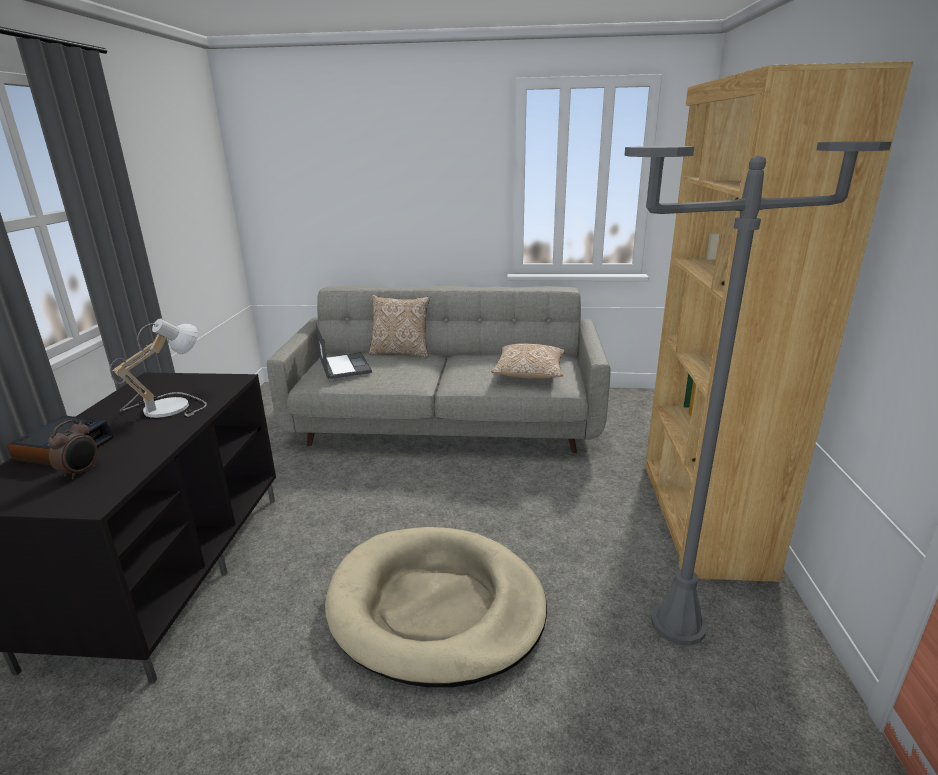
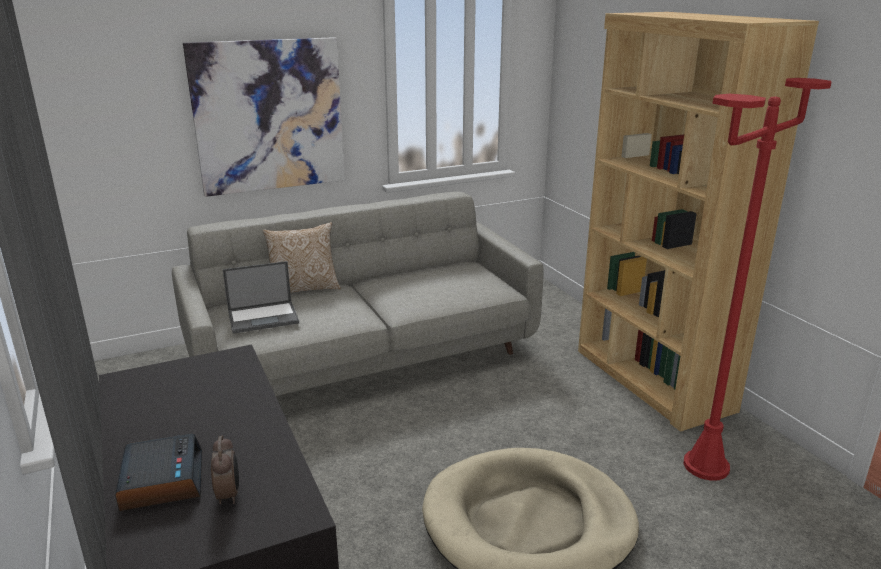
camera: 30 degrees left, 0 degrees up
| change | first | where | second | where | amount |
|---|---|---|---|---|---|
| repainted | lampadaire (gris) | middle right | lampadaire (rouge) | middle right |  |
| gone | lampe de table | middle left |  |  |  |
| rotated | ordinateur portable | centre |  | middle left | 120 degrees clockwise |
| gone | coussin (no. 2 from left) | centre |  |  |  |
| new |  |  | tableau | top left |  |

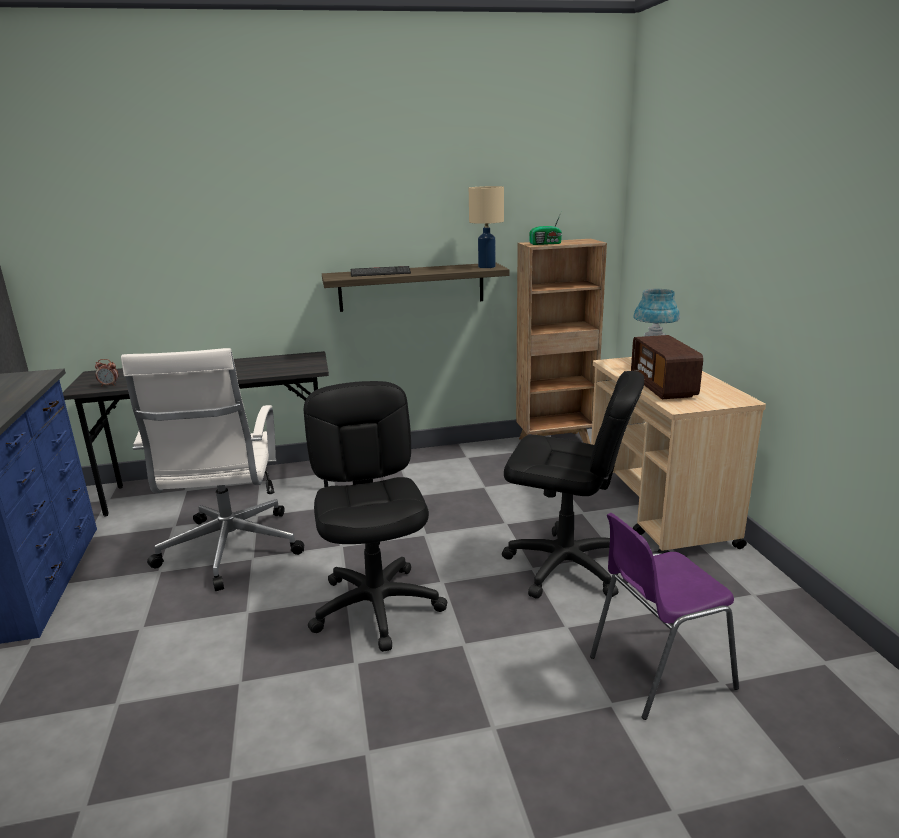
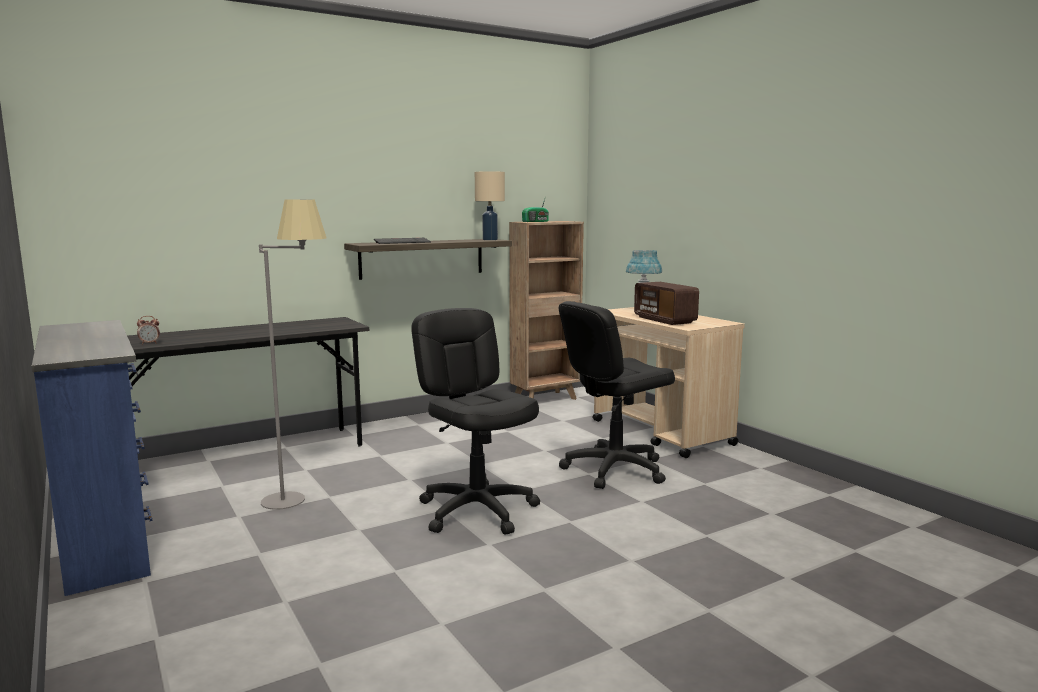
camera: 20 degrees left, 10 degrees down
| change | first | where | second | where | amount |
|---|---|---|---|---|---|
| swapped | chaise de bureau (blanc) | middle left | lampadaire (gris) | middle left |  |
| rotated | chaise de bureau (noir) (no. 2 from left) | centre |  | centre | 150 degrees clockwise |
| gone | chaise (violet) | bottom right |  |  |  |

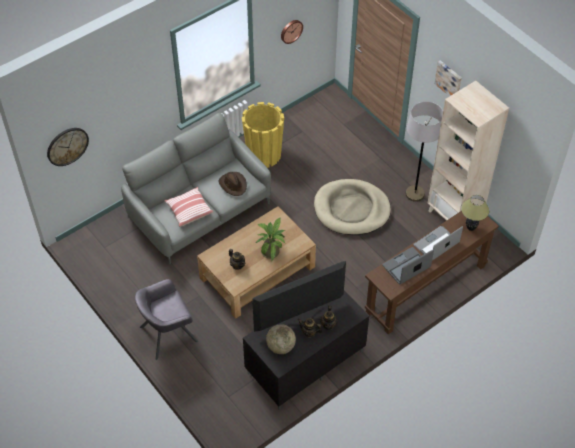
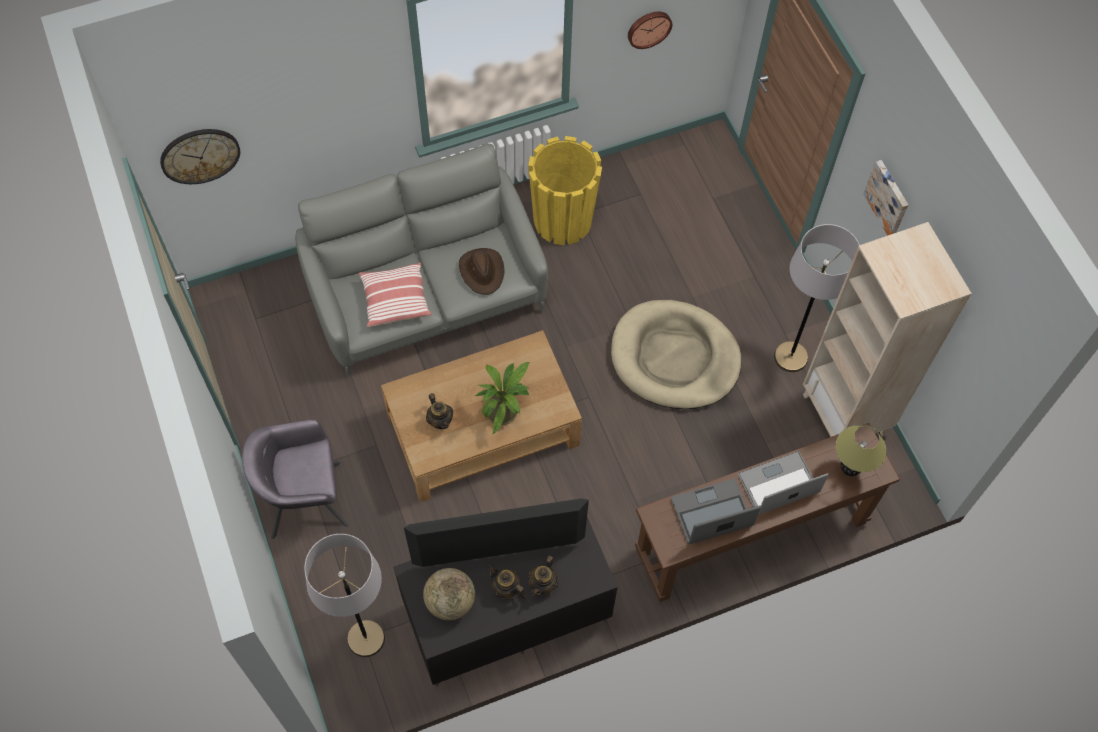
camera: 15 degrees right, 10 degrees up
| change | first | where | second | where | amount |
|---|---|---|---|---|---|
| new |  |  | lampadaire (gris) (no. 1 from left) | bottom left |  |

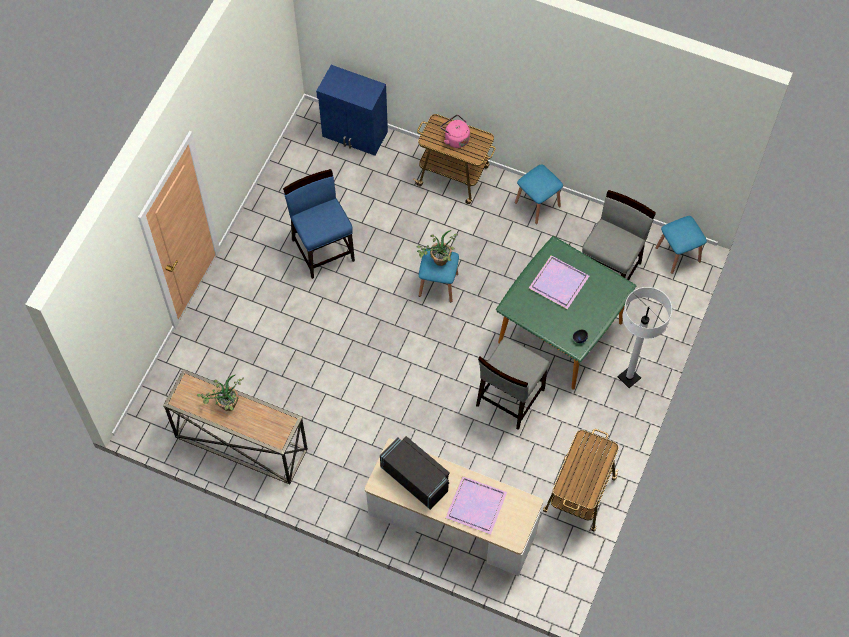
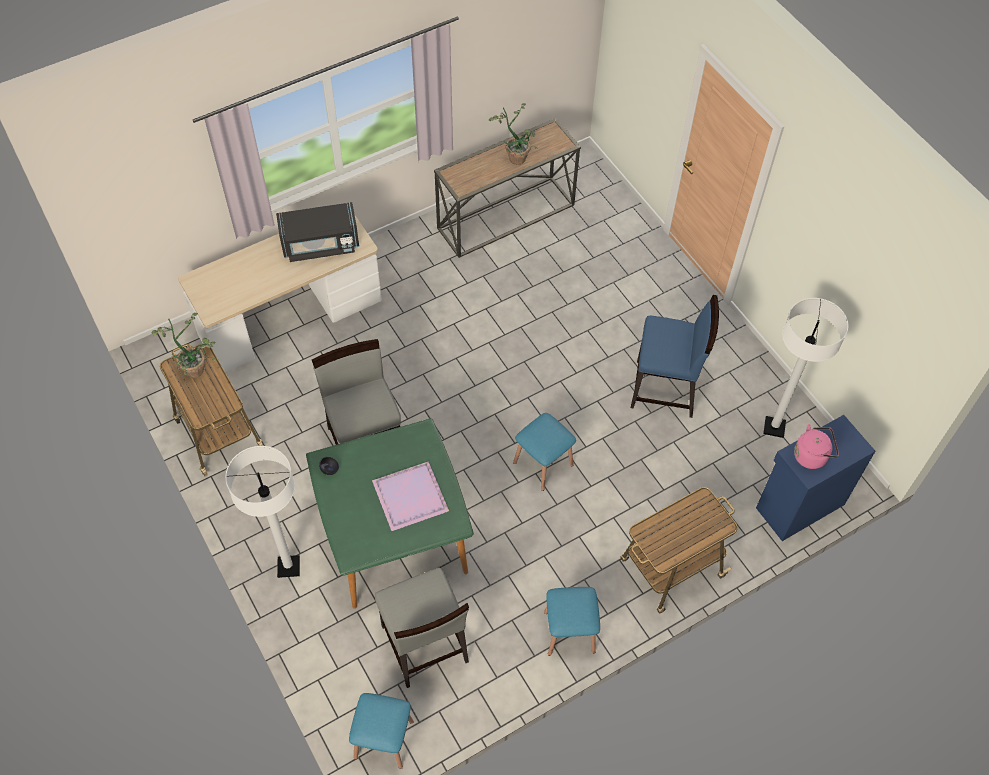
camera: 125 degrees right, 5 degrees down
| change | first | where | second | where | amount |
|---|---|---|---|---|---|
| shifted | bouilloire (rose) | top centre |  | middle right |  |
| shifted | plante en pot (no. 2 from left in the first image) | centre | plante en pot (no. 1 from left) | middle left |  |
| gone | plateau (violet) (no. 1 from left) | bottom centre |  |  |  |
| new |  |  | lampadaire (blanc) (no. 2 from left) | middle right |  |

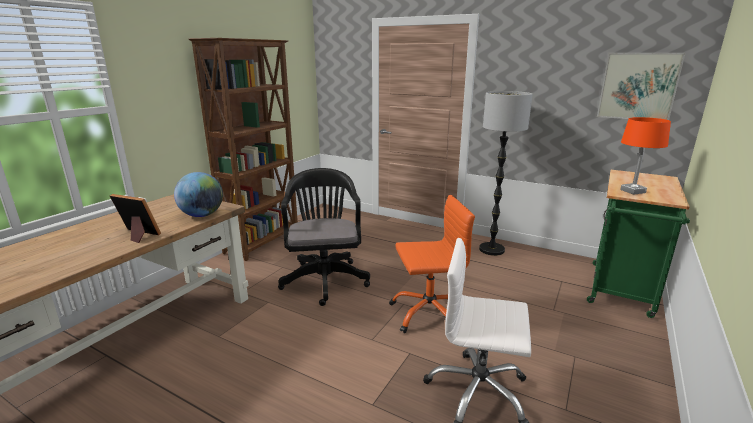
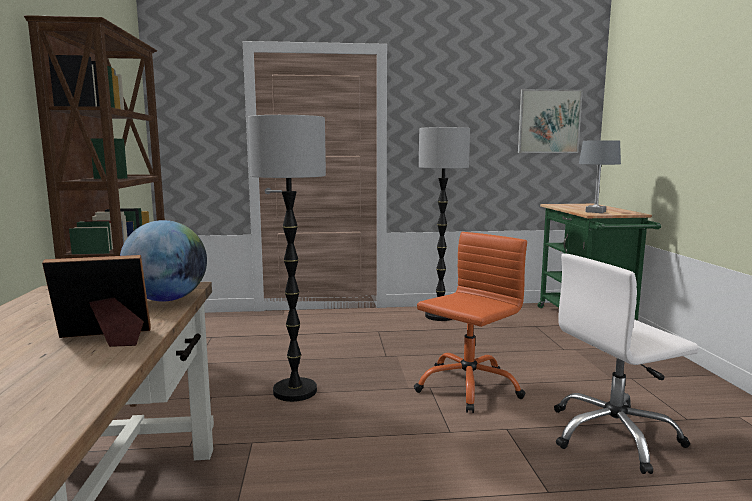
camera: 35 degrees left, 10 degrees down
| change | first | where | second | where | amount |
|---|---|---|---|---|---|
| repainted | lampe de table (orange) | middle right | lampe de table (gris) | middle right |  |
| swapped | chaise de bureau (noir) | centre | lampadaire (no. 1 from left) | centre |  |

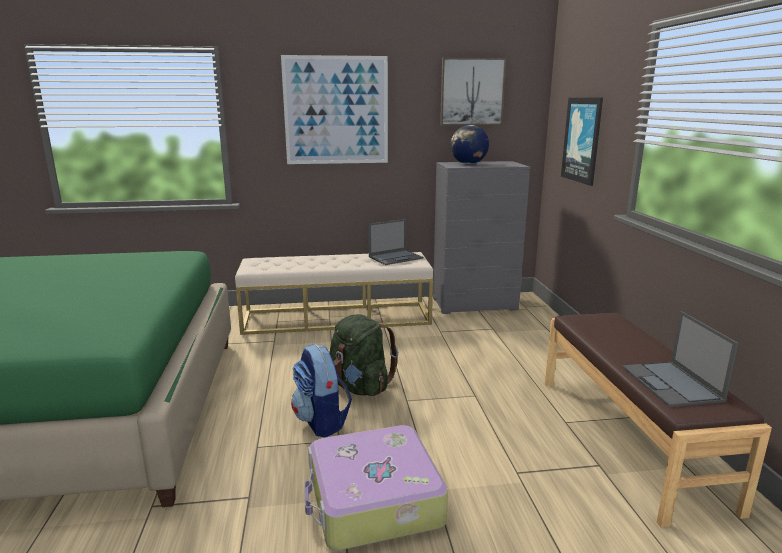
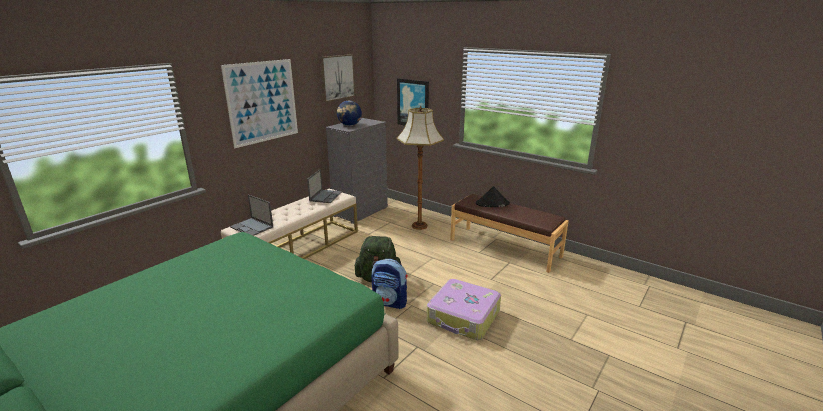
camera: 45 degrees left, 5 degrees up
| change | first | where | second | where | amount |
|---|---|---|---|---|---|
| shifted | ordinateur portable (no. 2 from left in the first image) | middle right | ordinateur portable (no. 1 from left) | middle left |  |
| new |  |  | lampadaire | centre |  |
| new |  |  | chapeau (noir) | centre |  |

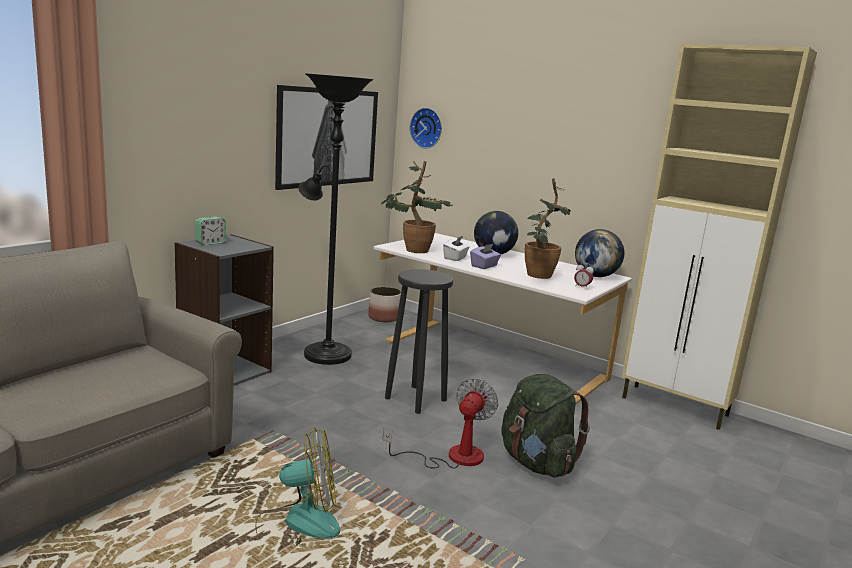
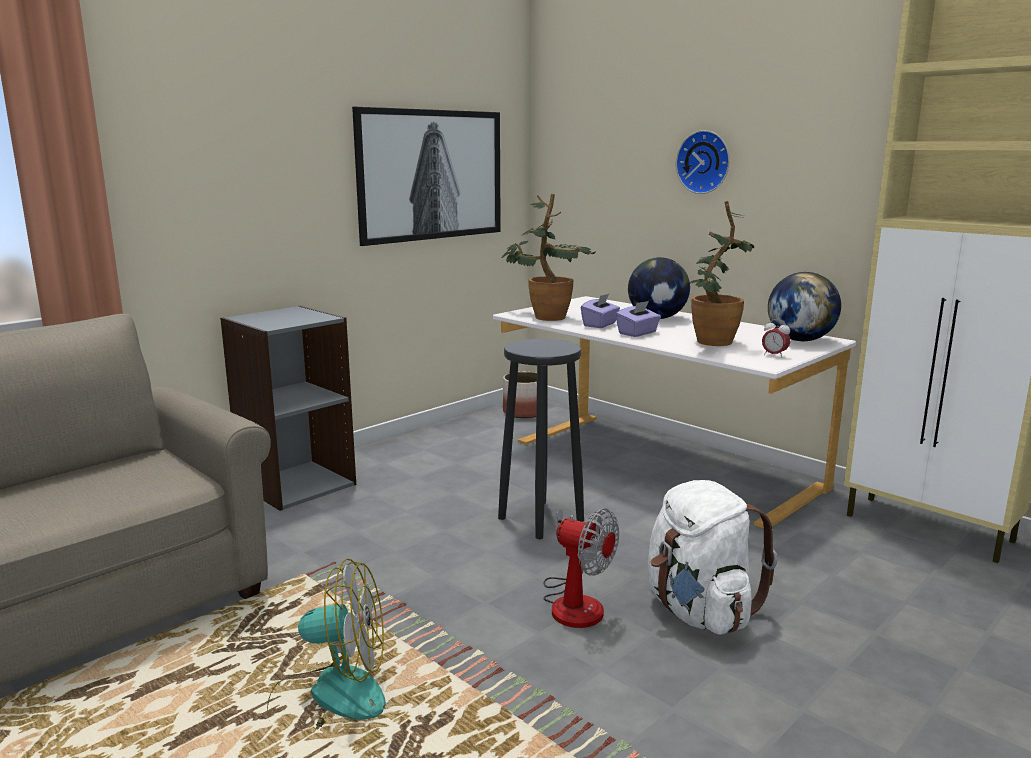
camera: 10 degrees right, 0 degrees up
| change | first | where | second | where | amount |
|---|---|---|---|---|---|
| gone | lampadaire (noir) | centre |  |  |  |
| shifted | horloge murale | top centre |  | top right |  |
| gone | réveil (no. 1 from left) | middle left |  |  |  |
| repainted | boîte à mouchoirs (blanc) | centre | boîte à mouchoirs (violet) (no. 1 from left) | centre |  |
| repainted | sac à dos (vert) | bottom centre | sac à dos (blanc) | bottom right |  |
| rotated | ventilateur (no. 2 from left) | bottom centre |  | bottom centre | 90 degrees clockwise |

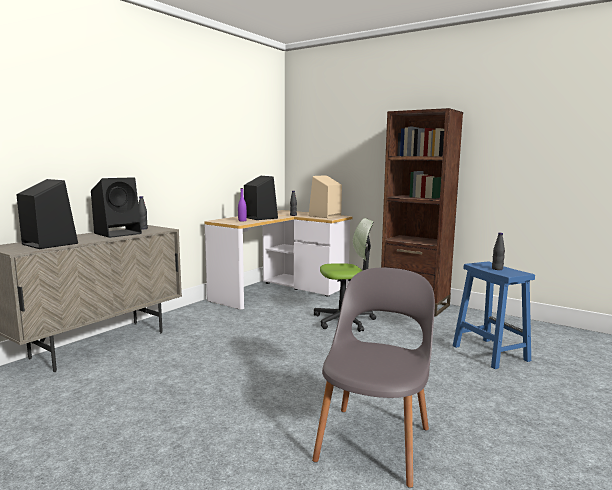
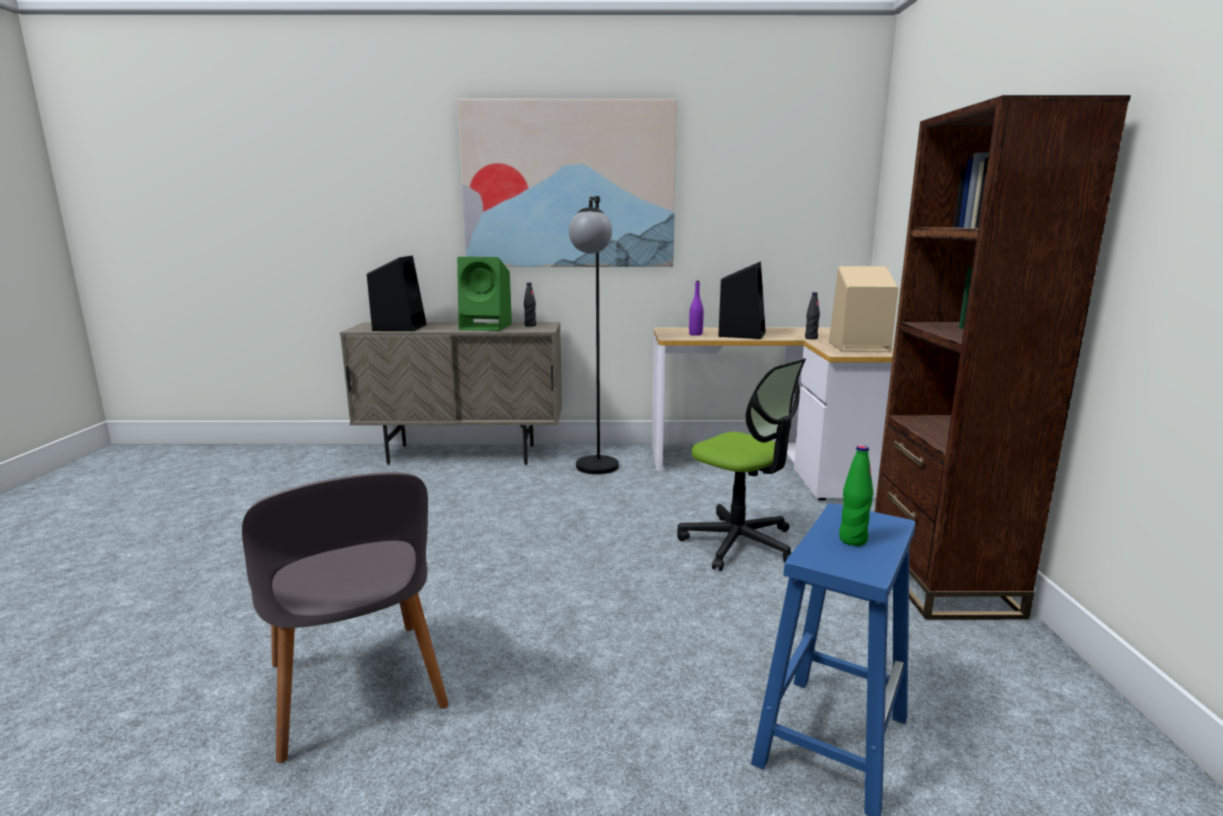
camera: 55 degrees right, 5 degrees up
| change | first | where | second | where | amount |
|---|---|---|---|---|---|
| repainted | enceinte (noir) (no. 2 from left) | middle left | enceinte (vert) | centre |  |
| repainted | bouteille (noir) (no. 3 from left) | middle right | bouteille (vert) | middle right |  |
| rotated | chaise (gris) | bottom centre |  | bottom left | 75 degrees clockwise |
| new |  |  | tableau | top centre |  |
| new |  |  | lampadaire (noir) | centre |  |

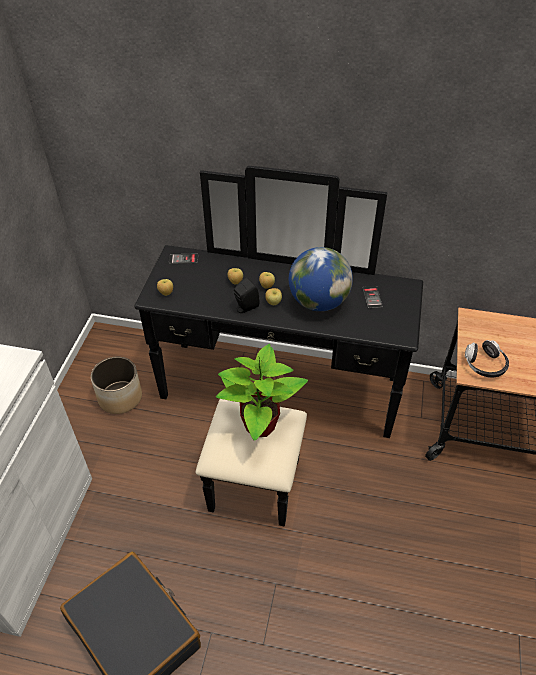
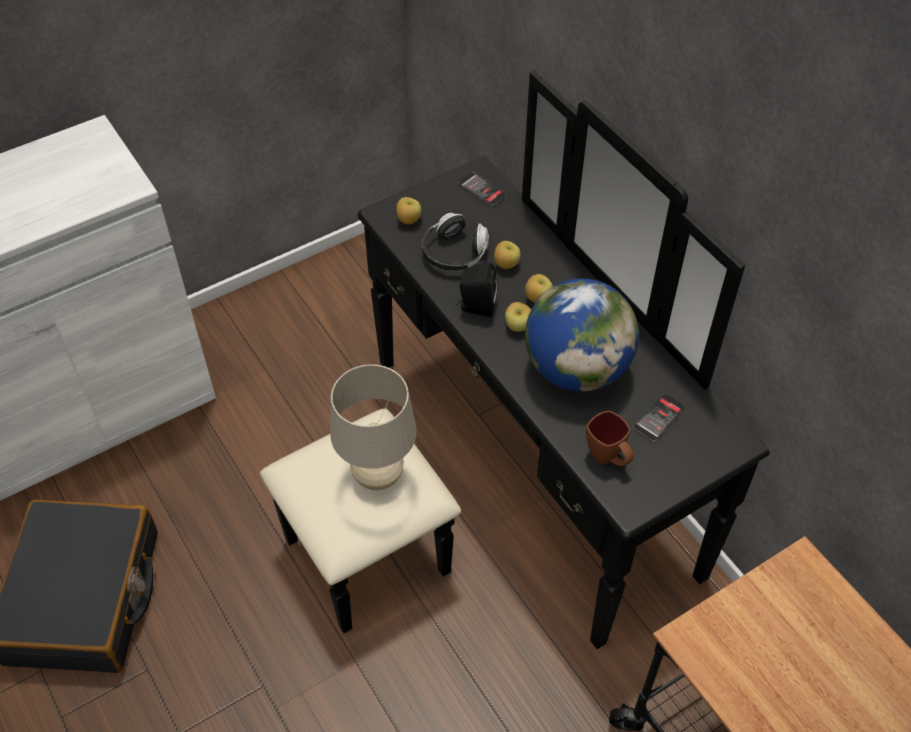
camera: 45 degrees right, 5 degrees up
| change | first | where | second | where | amount |
|---|---|---|---|---|---|
| shifted | casque audio | middle right |  | top centre |  |
| swapped | plante en pot | centre | lampe de table (beige) | centre |  |
| gone | cache-pot | middle left |  |  |  |
| new |  |  | mug (marron) | middle right |  |

